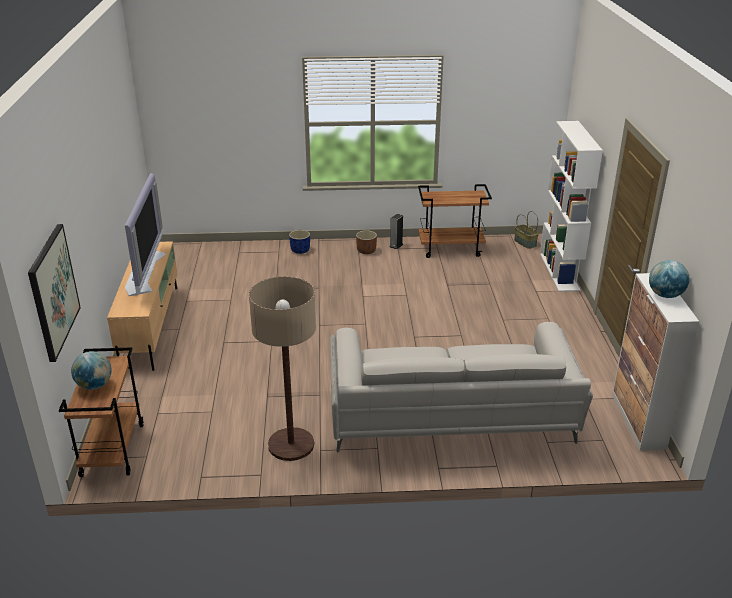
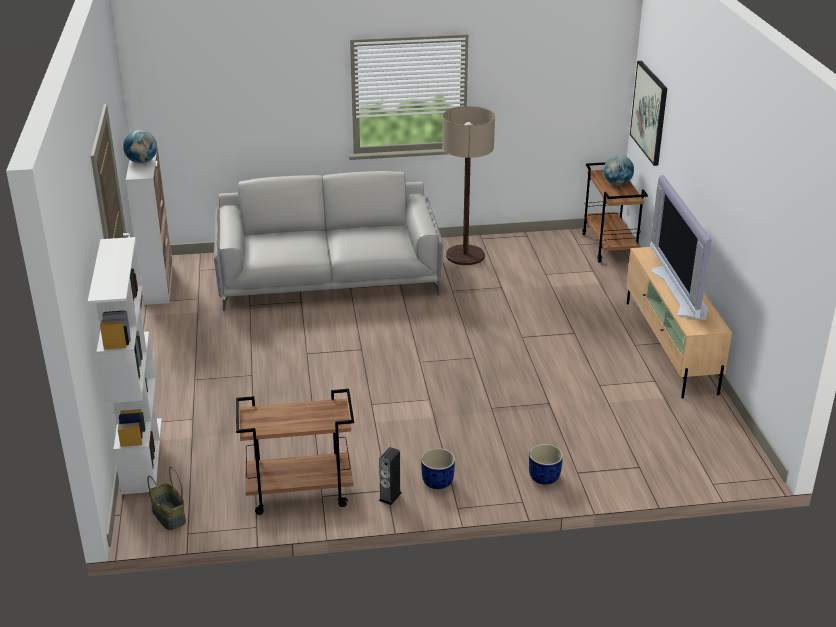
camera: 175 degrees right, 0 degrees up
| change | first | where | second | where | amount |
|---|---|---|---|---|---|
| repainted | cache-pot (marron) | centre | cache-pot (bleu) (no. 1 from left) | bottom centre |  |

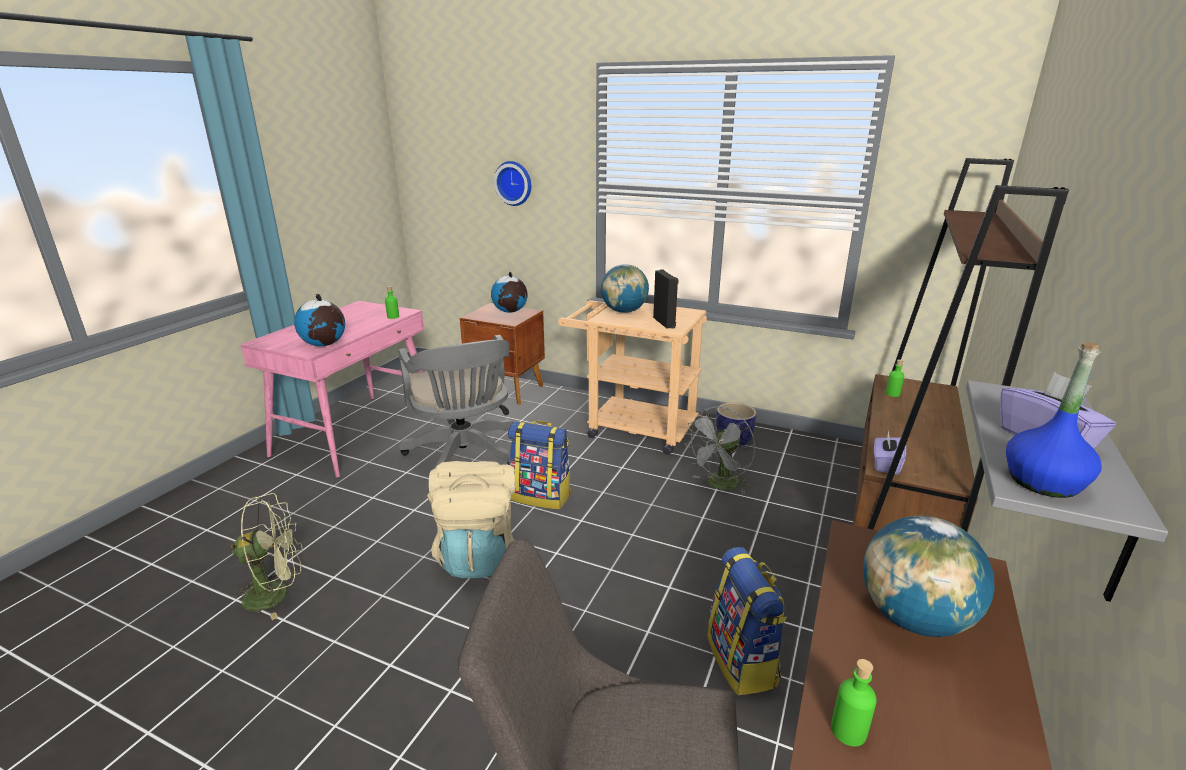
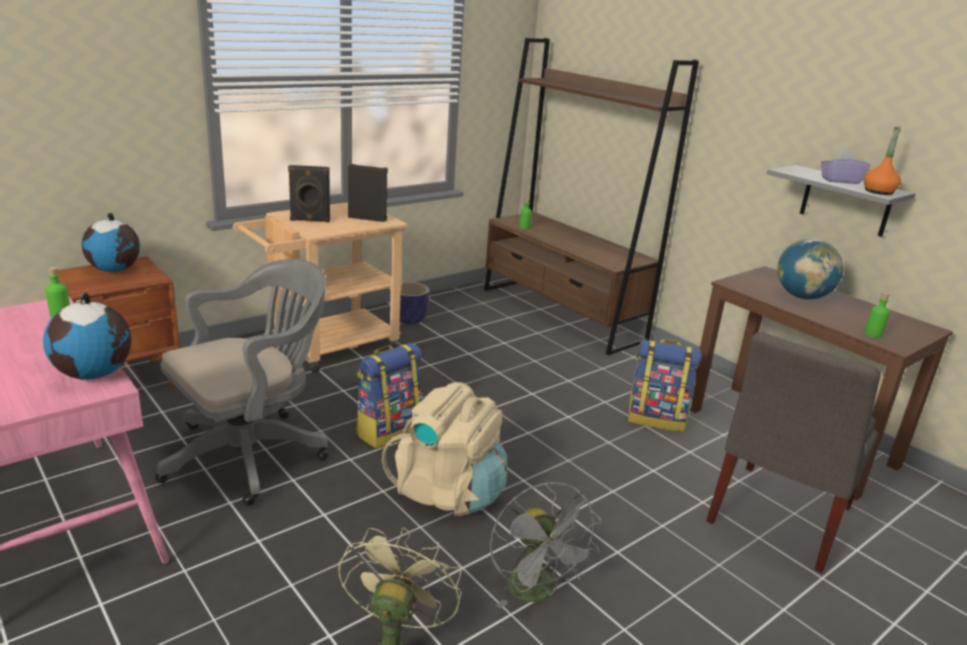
camera: 65 degrees left, 0 degrees up
| change | first | where | second | where | amount |
|---|---|---|---|---|---|
| gone | horloge murale | top centre |  |  |  |
| swapped | globe (no. 3 from left) | centre | enceinte (noir) (no. 1 from left) | top left |  |
| rotated | chaise de bureau (gris) | centre |  | middle left | 45 degrees counterclockwise |
| repainted | bouteille (bleu) | middle right | bouteille (orange) | top right |  |
| shifted | ventilateur (gris) | centre |  | bottom centre |  |
| gone | boîte à mouchoirs (violet) (no. 1 from left) | middle right |  |  |  |

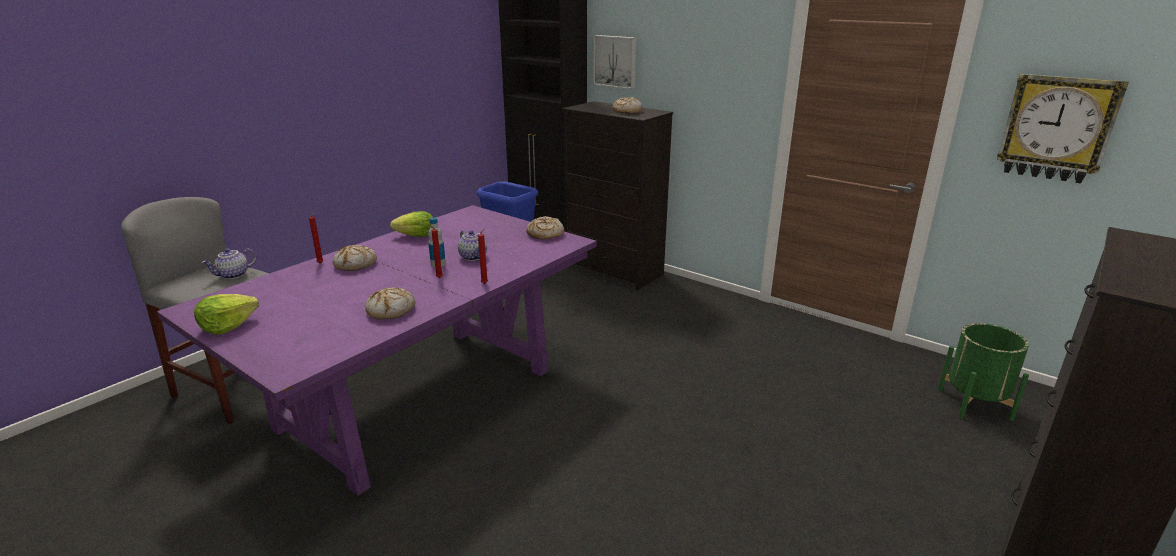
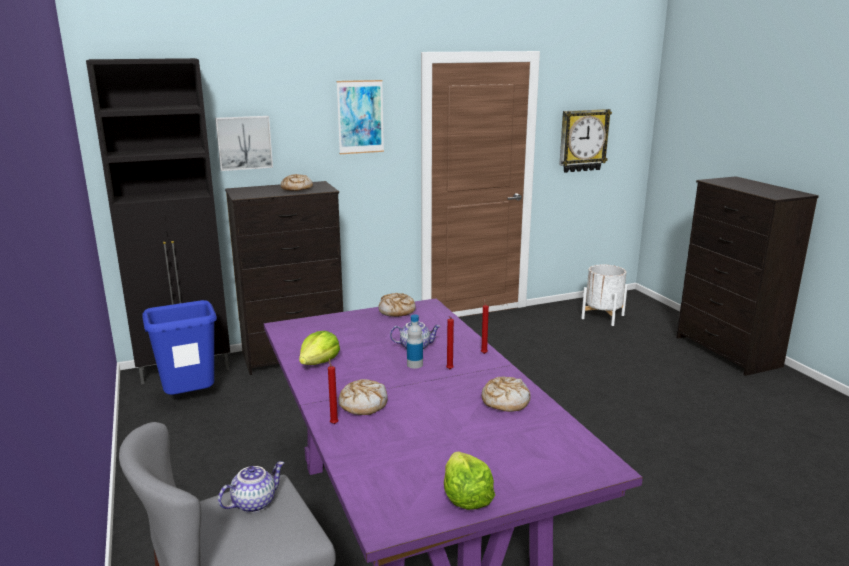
camera: 60 degrees left, 5 degrees down
| change | first | where | second | where | amount |
|---|---|---|---|---|---|
| rotated | théière (no. 1 from left) | middle left |  | bottom left | 120 degrees counterclockwise |
| repainted | cache-pot (vert) | bottom right | cache-pot (blanc) | middle right |  |
| new |  |  | tableau (no. 2 from left) | top centre |  |

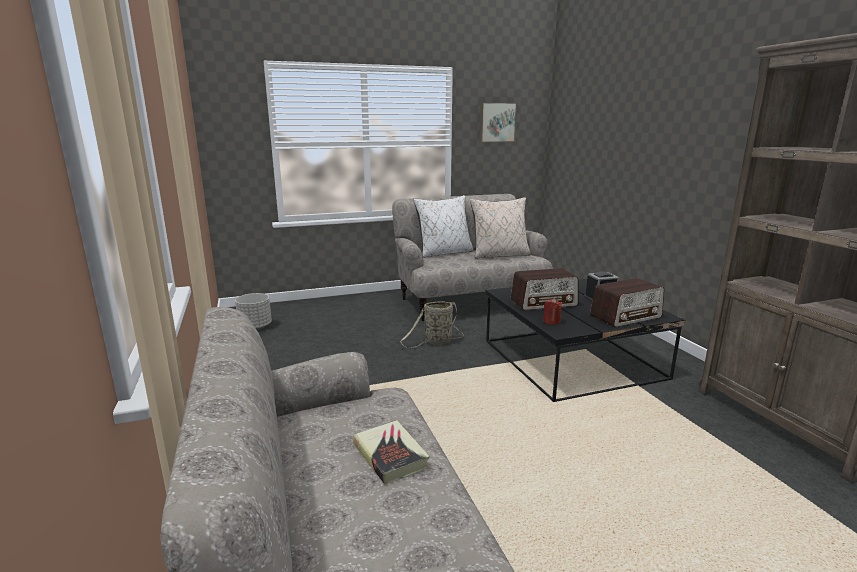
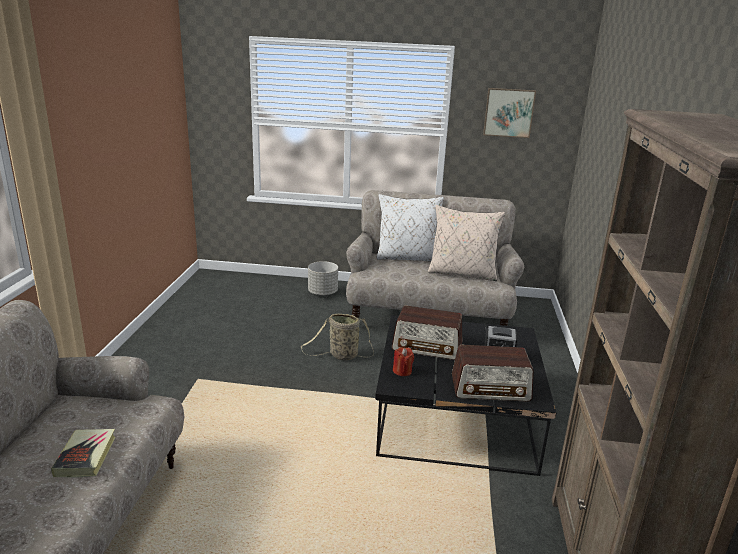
camera: 25 degrees right, 5 degrees up
| change | first | where | second | where | amount |
|---|---|---|---|---|---|
| shifted | cache-pot (gris) | middle left |  | centre |  |

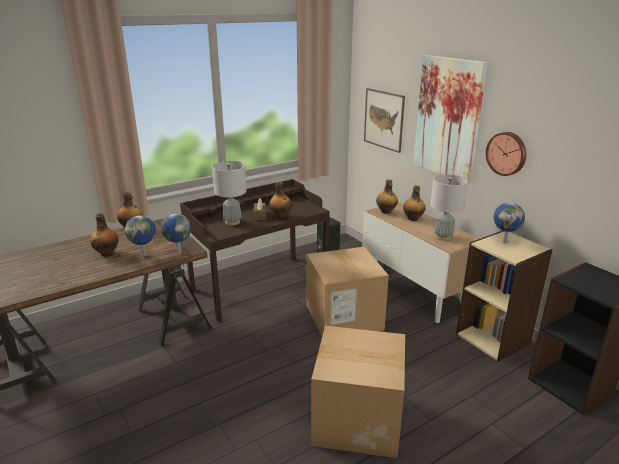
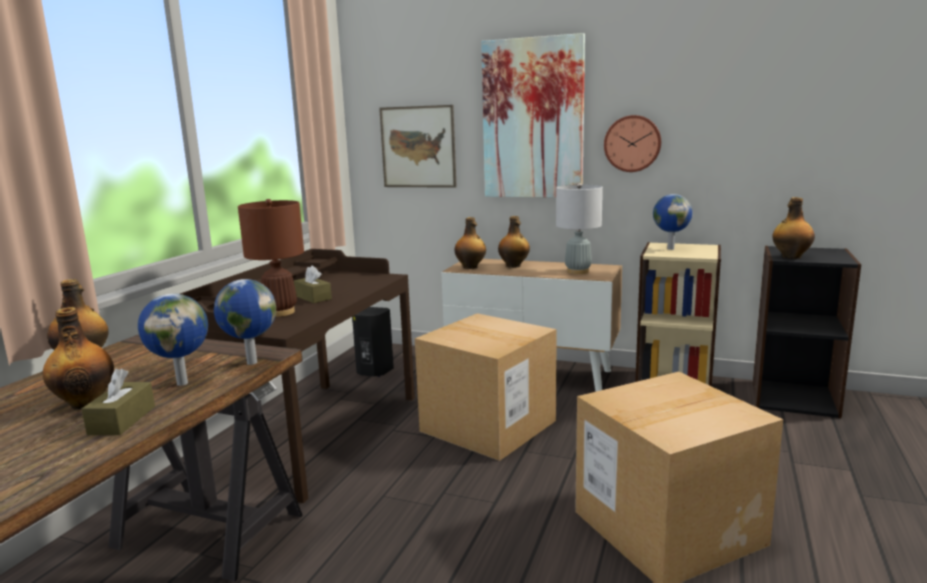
camera: 35 degrees left, 10 degrees down
| change | first | where | second | where | amount |
|---|---|---|---|---|---|
| repainted | lampe de table (gris) (no. 1 from left) | centre | lampe de table (marron) | middle left |  |
| shifted | bouteille (no. 3 from left in the first image) | centre | bouteille (no. 5 from left) | middle right |  |
| new |  |  | boîte à mouchoirs (marron) (no. 1 from left) | bottom left |  |

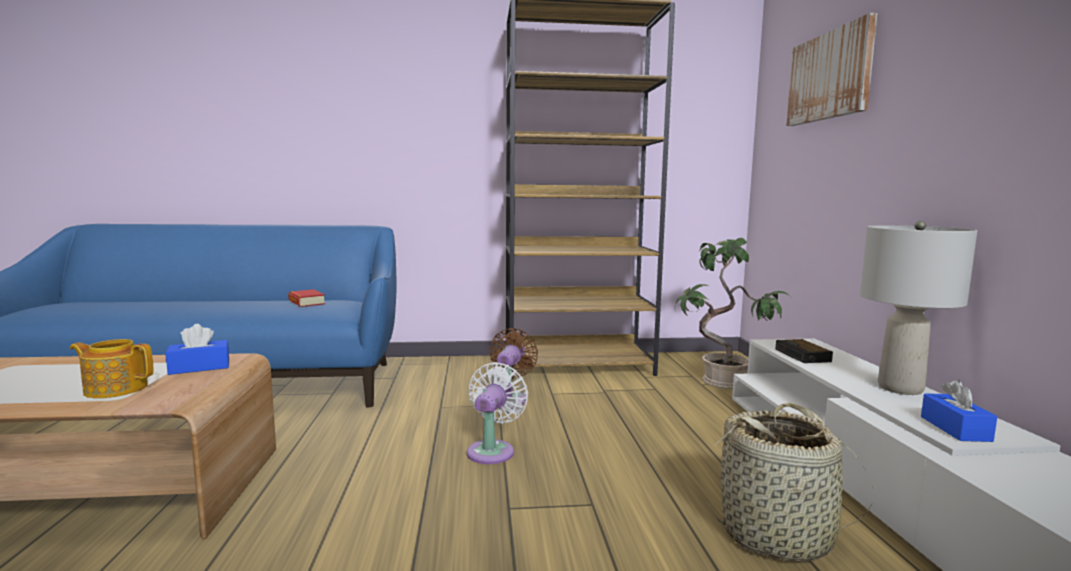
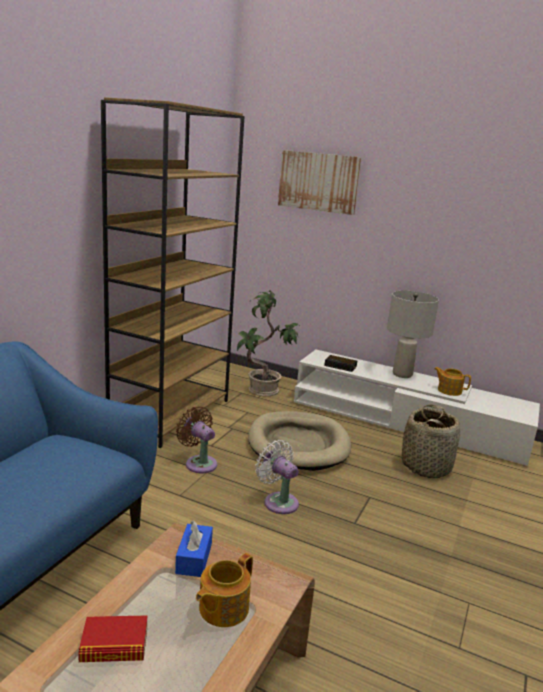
camera: 60 degrees left, 10 degrees up
| change | first | where | second | where | amount |
|---|---|---|---|---|---|
| shifted | livre | middle left |  | bottom left |  |
| swapped | boîte à mouchoirs (bleu) (no. 2 from left) | bottom right | théière (no. 2 from left) | middle right |  |
| new |  |  | panier pour chien (beige) | centre |  |

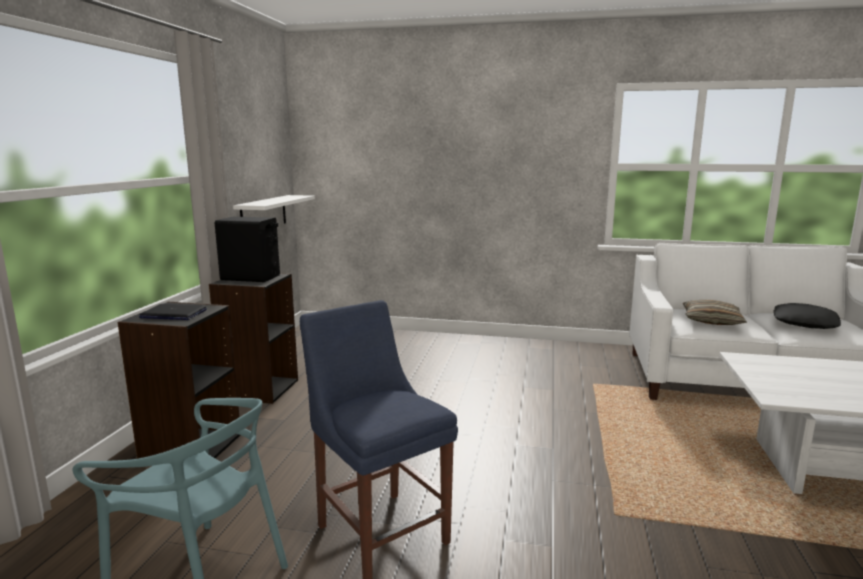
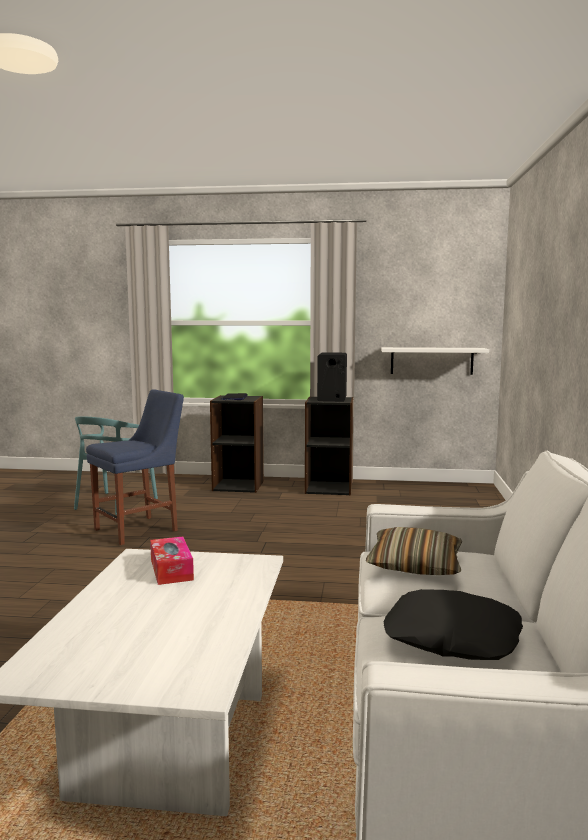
camera: 85 degrees right, 5 degrees down
| change | first | where | second | where | amount |
|---|---|---|---|---|---|
| new |  |  | boîte à mouchoirs | bottom left |  |

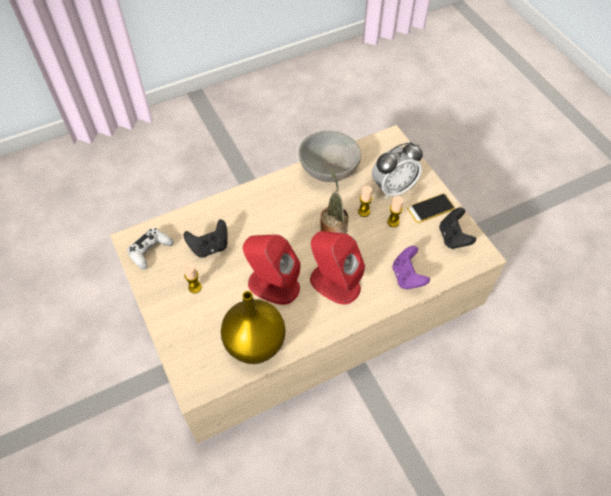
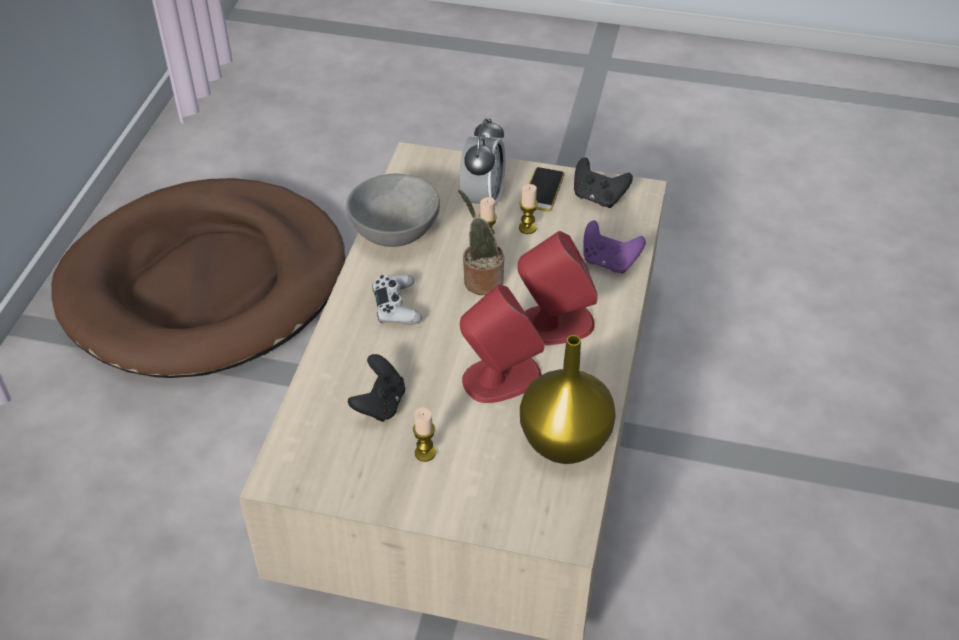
camera: 50 degrees left, 10 degrees down
| change | first | where | second | where | amount |
|---|---|---|---|---|---|
| shifted | manette (blanc) | middle left |  | centre |  |
| new |  |  | panier pour chien (marron) | middle left |  |

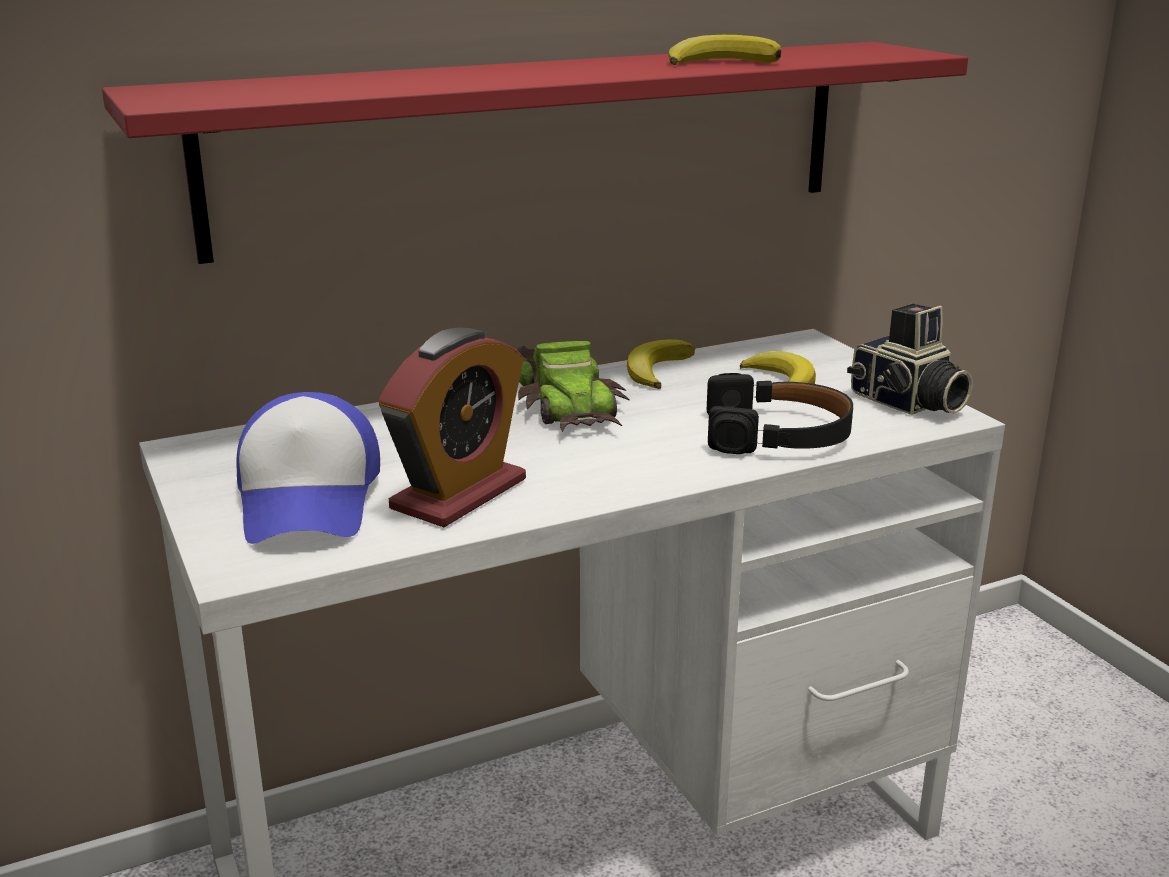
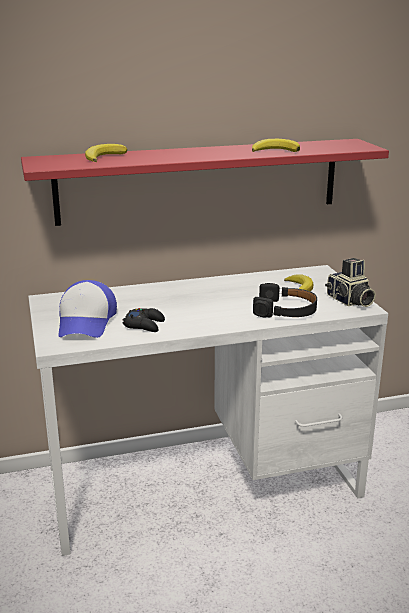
camera: 10 degrees right, 0 degrees up
| change | first | where | second | where | amount |
|---|---|---|---|---|---|
| swapped | réveil | centre | manette (noir) | centre |  |
| shifted | banane (no. 1 from left) | centre |  | top left |  |
| gone | petite voiture | centre |  |  |  |

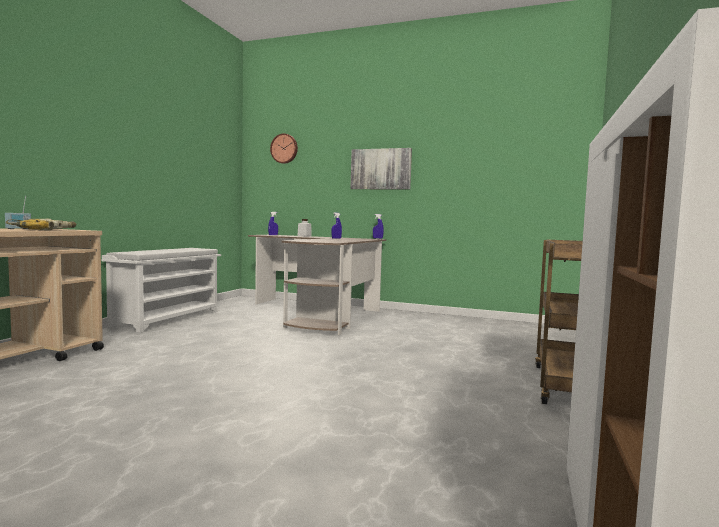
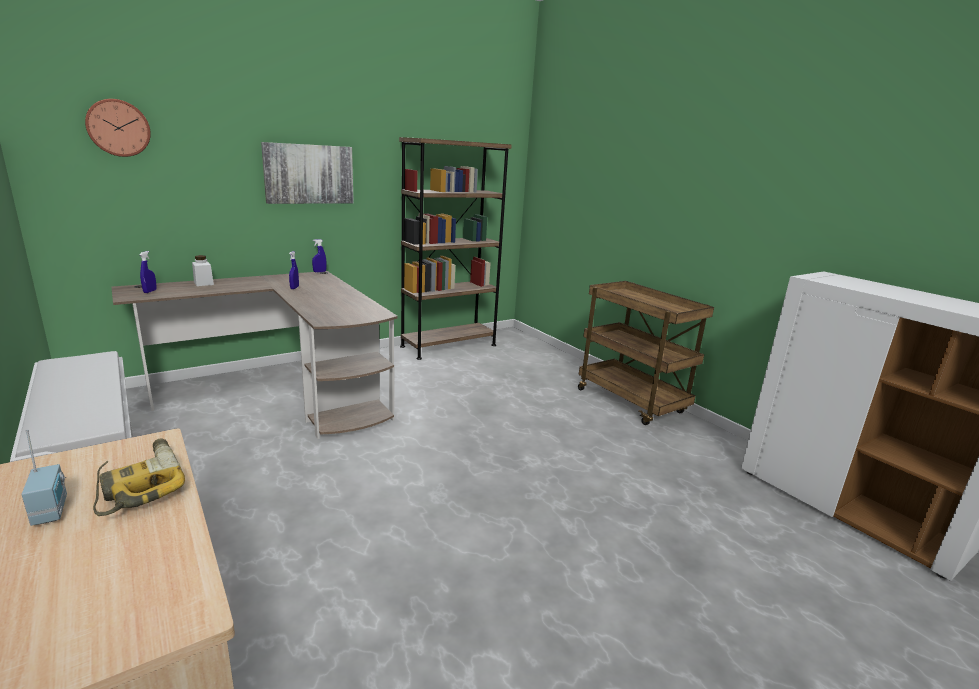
camera: 55 degrees left, 15 degrees up
| change | first | where | second | where | amount |
|---|---|---|---|---|---|
| new |  |  | bibliothèque (marron) | centre |  |

